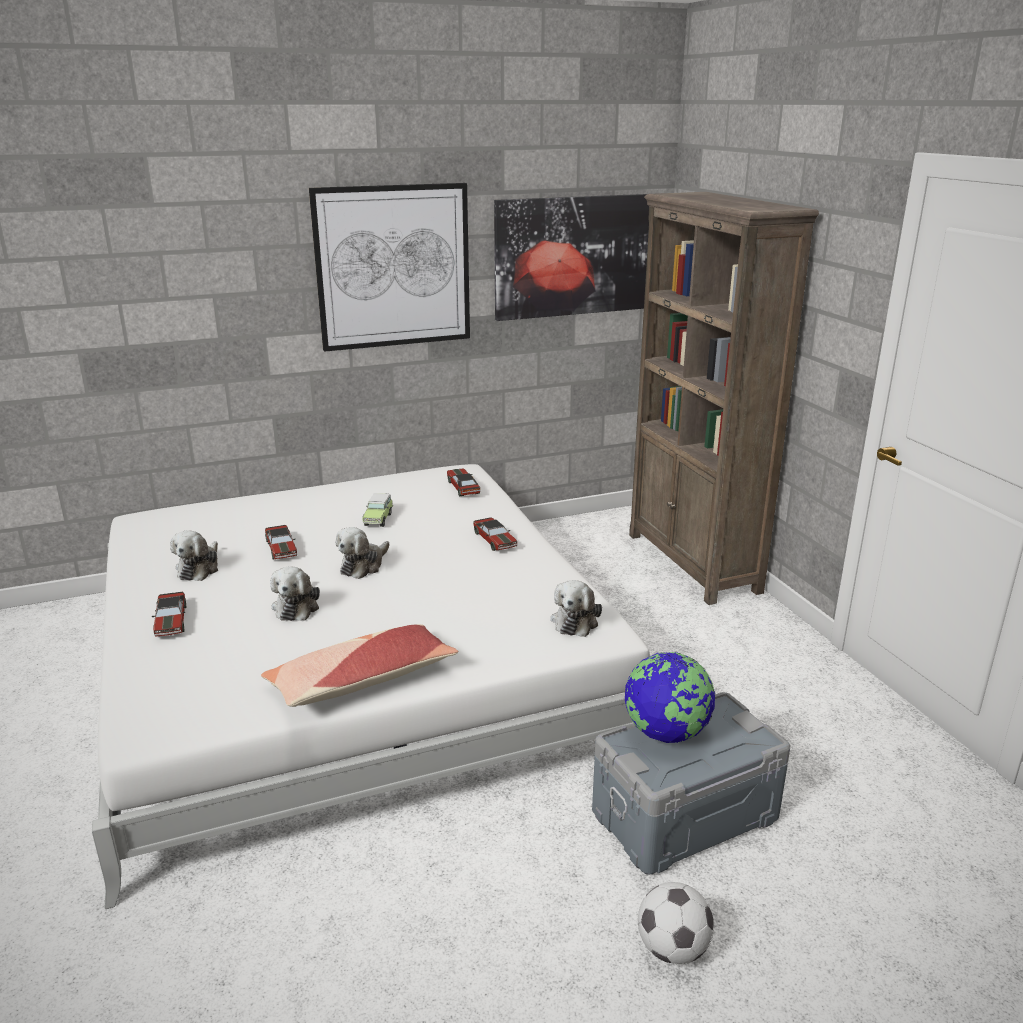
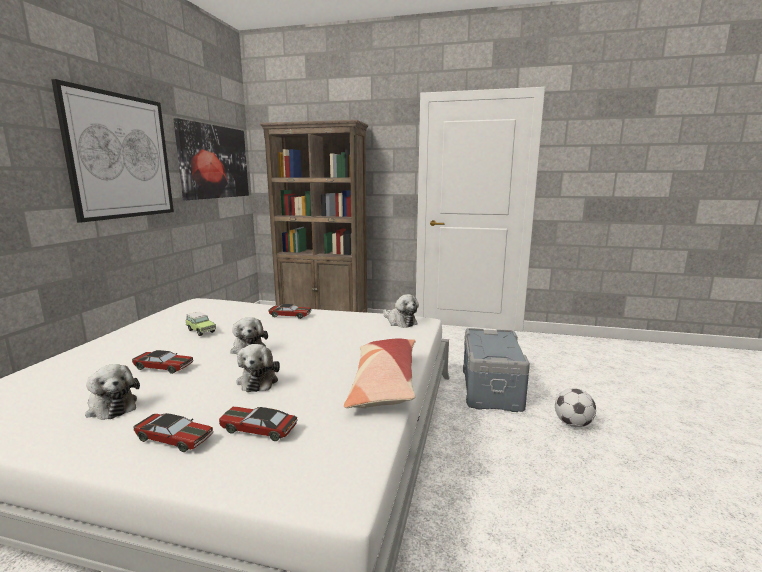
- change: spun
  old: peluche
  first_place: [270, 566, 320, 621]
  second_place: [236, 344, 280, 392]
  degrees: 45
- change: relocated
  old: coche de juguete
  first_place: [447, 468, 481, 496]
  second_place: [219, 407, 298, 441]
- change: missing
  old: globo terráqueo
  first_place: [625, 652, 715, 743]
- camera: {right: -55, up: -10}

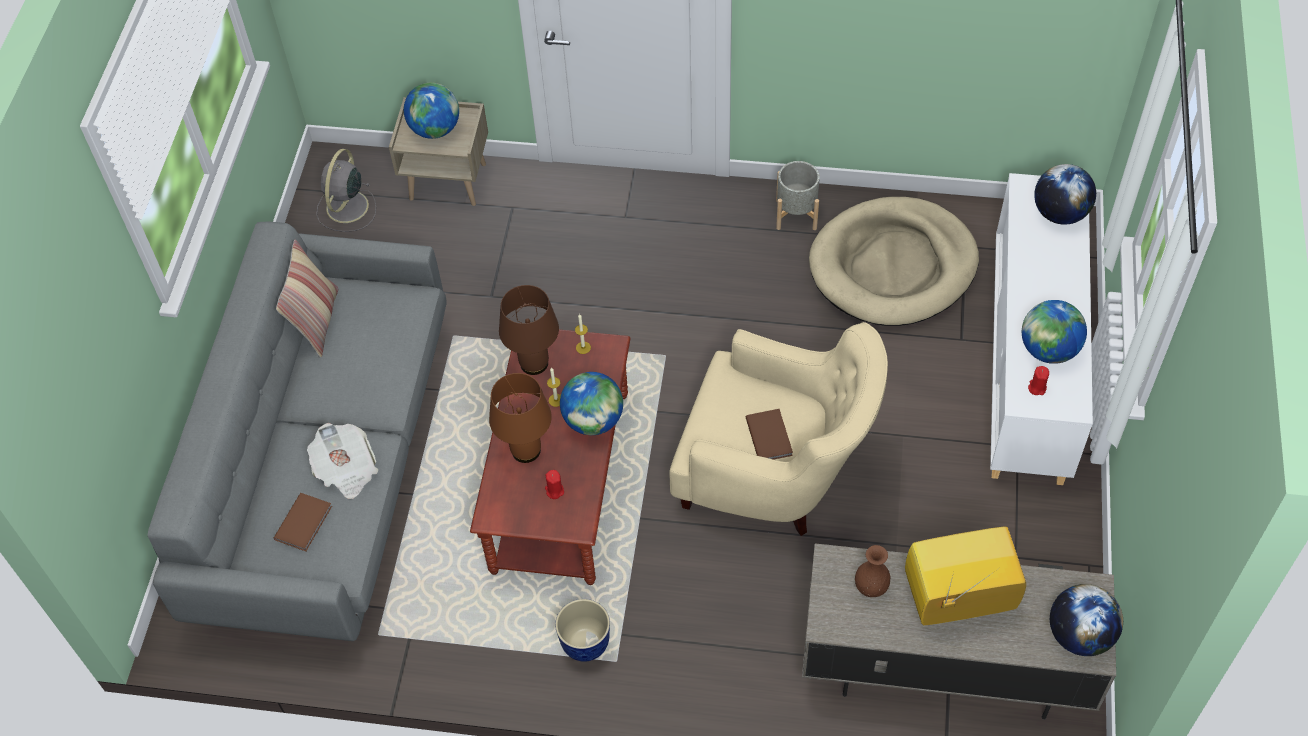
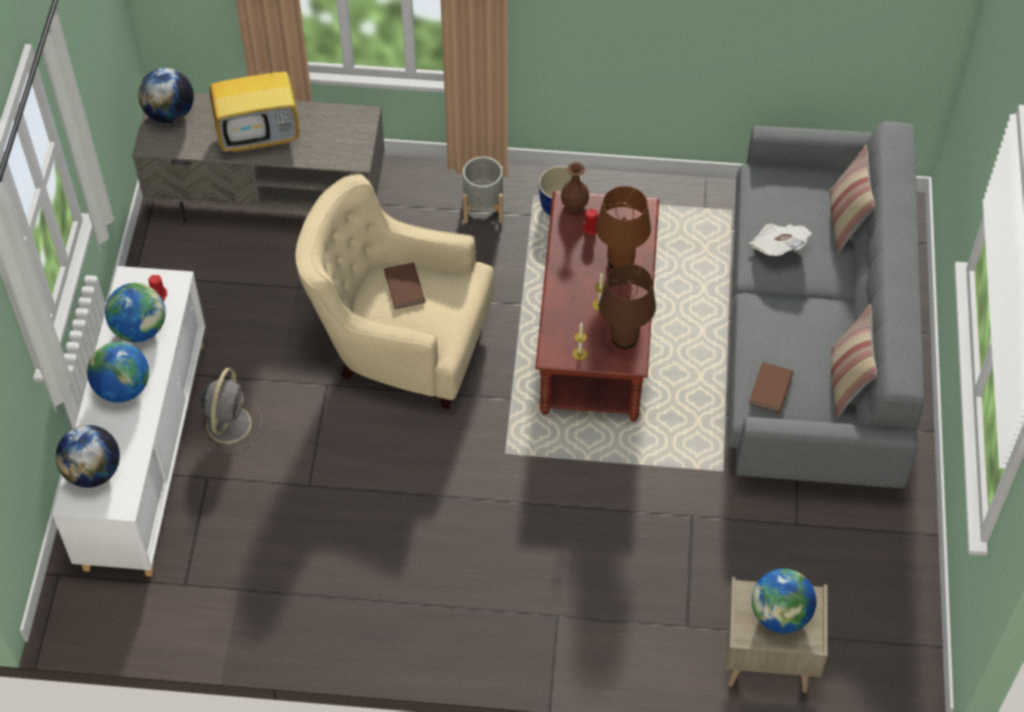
- change: relocated
  old: libro [marrón]
  first_place: [274, 493, 332, 551]
  second_place: [749, 362, 793, 413]
- change: relocated
  old: ventilador [gris]
  first_place: [316, 149, 376, 232]
  second_place: [198, 368, 261, 452]
- change: relocated
  old: globo terráqueo
  first_place: [560, 372, 623, 435]
  second_place: [87, 342, 149, 402]
- change: relocated
  old: maceta [gris]
  first_place: [776, 161, 820, 230]
  second_place: [463, 157, 503, 223]
- change: missing
  old: cama para perro [beis]
  first_place: [809, 197, 979, 326]
- change: relocated
  old: florero [marrón]
  first_place: [855, 545, 890, 597]
  second_place: [561, 162, 589, 211]
- change: appeared
  new: cojín
  second_place: [829, 145, 875, 254]
- camera: {right: 175, up: 0}

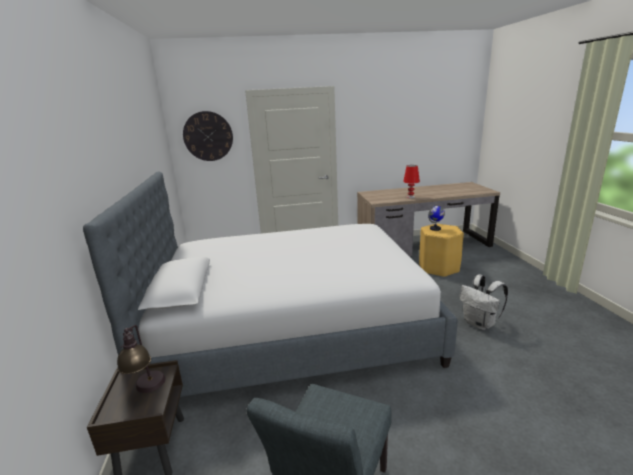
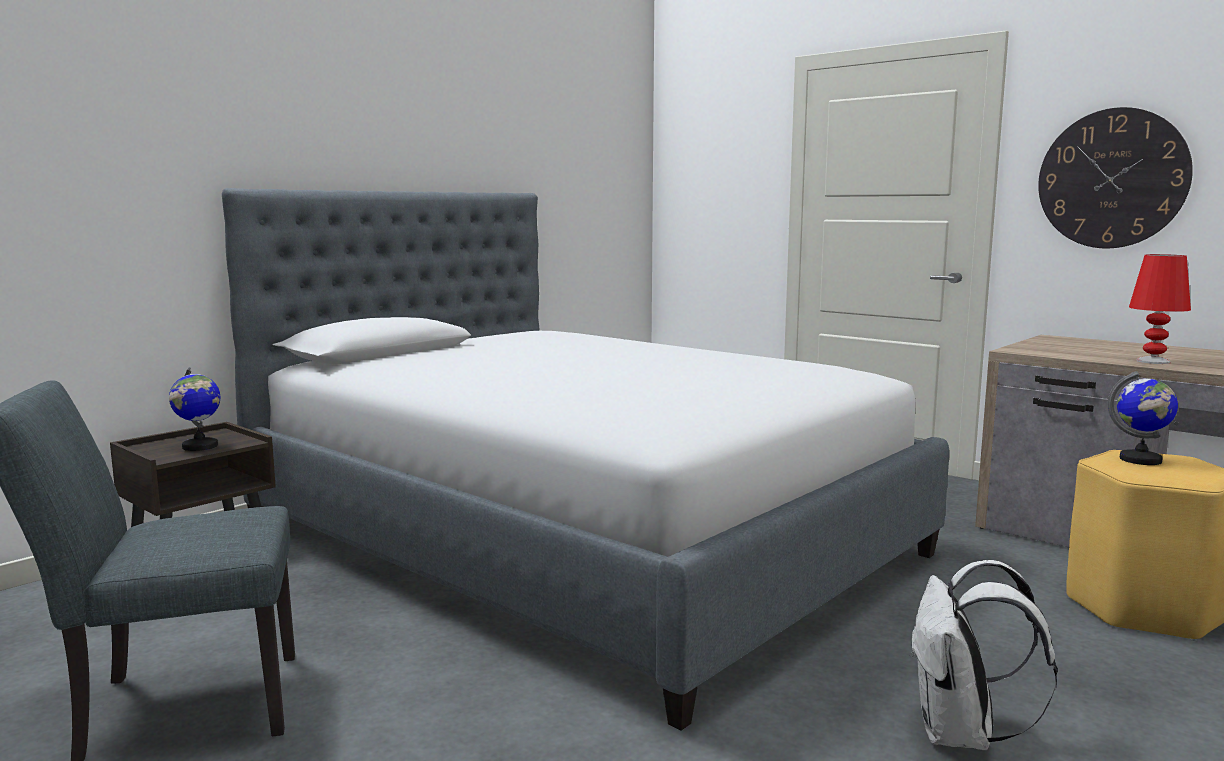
- change: exchanged
  old: lámpara de mesa
  new: globo terráqueo
  first_place: [117, 325, 166, 393]
  second_place: [169, 367, 220, 451]
- change: relocated
  old: reloj de pared
  first_place: [183, 111, 233, 161]
  second_place: [1038, 107, 1193, 248]
- camera: {right: 50, up: -10}

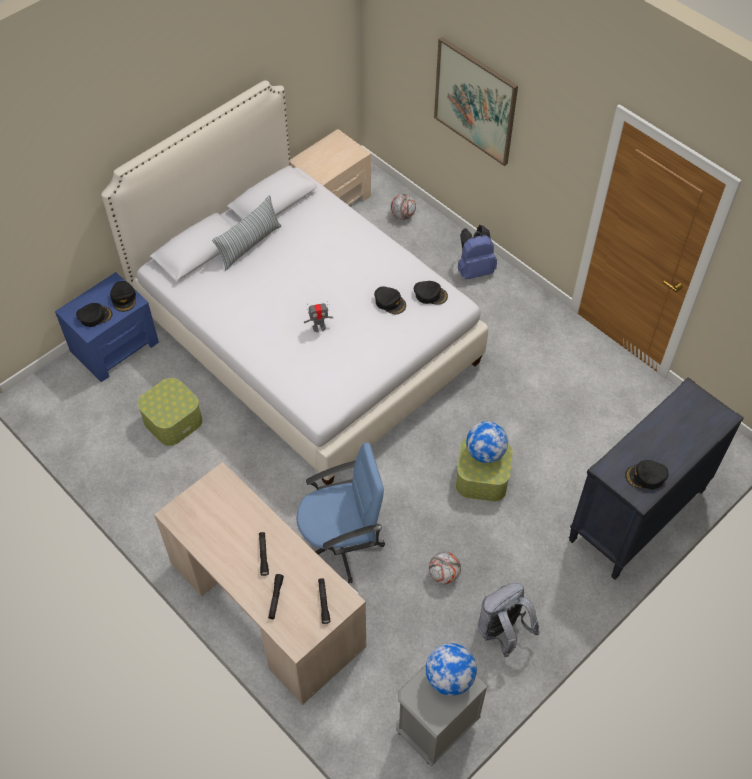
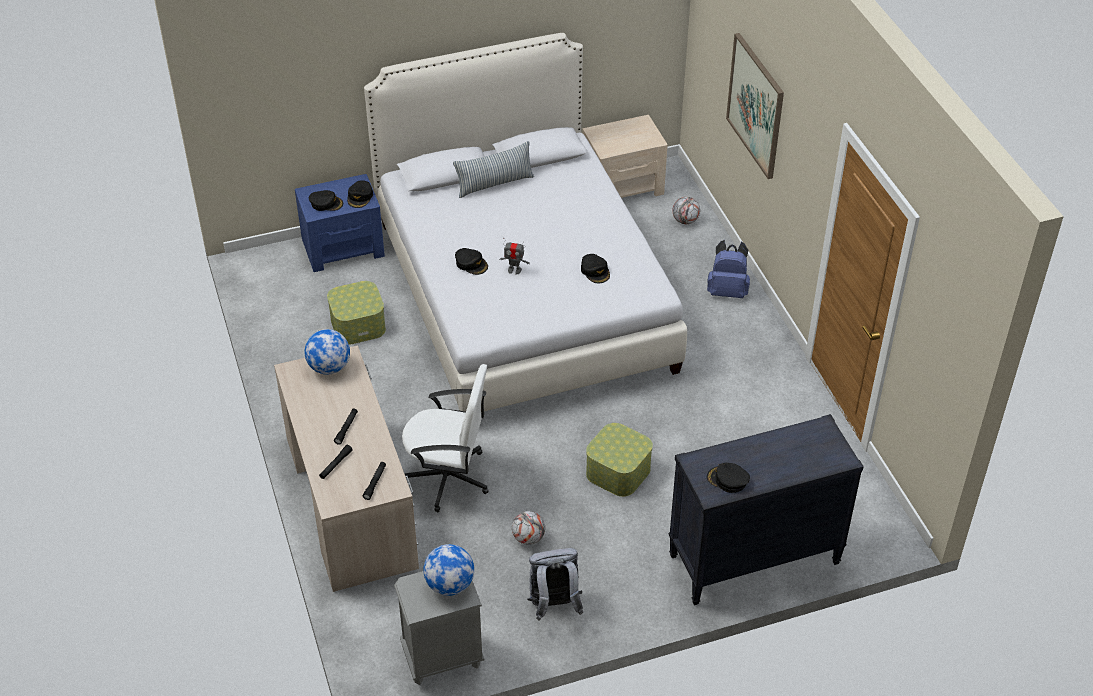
- change: colour
  old: silla de oficina [azul]
  new: silla de oficina [blanco]
  first_place: [296, 442, 385, 583]
  second_place: [402, 364, 489, 512]
- change: relocated
  old: gorra [negro]
  first_place: [414, 281, 448, 305]
  second_place: [455, 248, 488, 275]
- change: relocated
  old: globo terráqueo
  first_place: [466, 421, 508, 463]
  second_place: [304, 329, 350, 375]
- camera: {right: 25, up: -10}

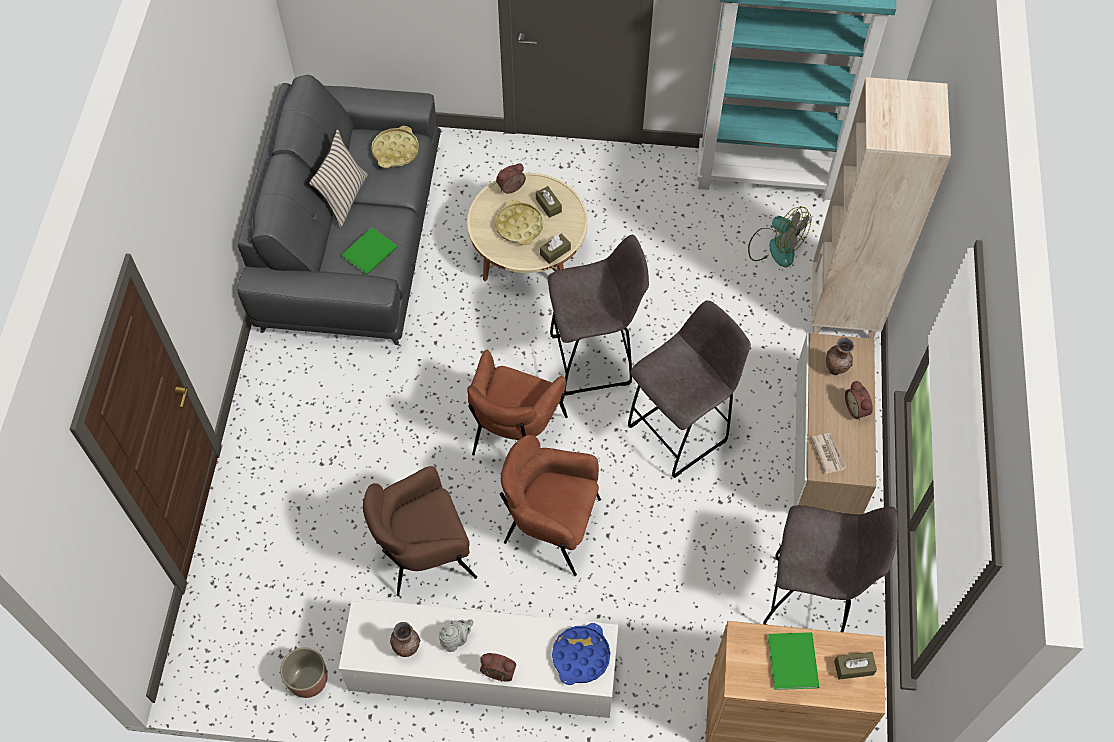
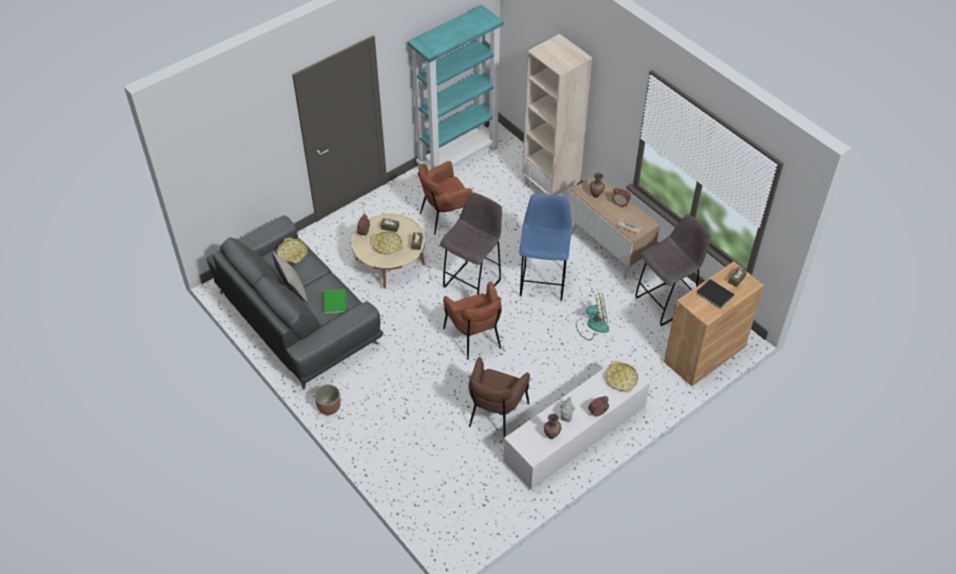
- change: relocated
  old: maceta
  first_place: [280, 647, 327, 698]
  second_place: [314, 384, 341, 415]
- change: relocated
  old: sillón [marrón]
  first_place: [500, 435, 601, 576]
  second_place: [418, 161, 473, 235]
- change: colour
  old: bandeja [azul]
  new: bandeja [amarillo]
  first_place: [552, 623, 611, 685]
  second_place: [605, 361, 638, 392]
- change: colour
  old: taburete [gris]
  new: taburete [azul]
  first_place: [628, 300, 751, 478]
  second_place: [519, 194, 572, 301]
- change: relocated
  old: ventilador
  first_place: [748, 207, 811, 267]
  second_place: [576, 293, 609, 341]
- change: colour
  old: libro [verde]
  new: libro [negro]
  first_place: [768, 632, 819, 690]
  second_place: [696, 279, 734, 309]
- camera: {right: -45, up: -10}

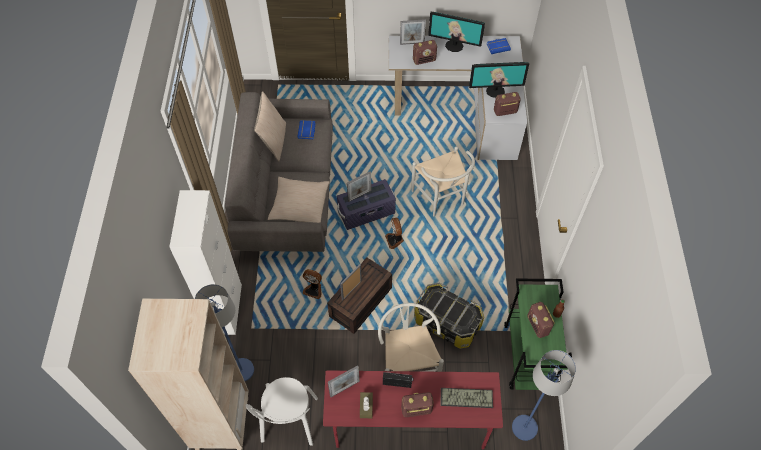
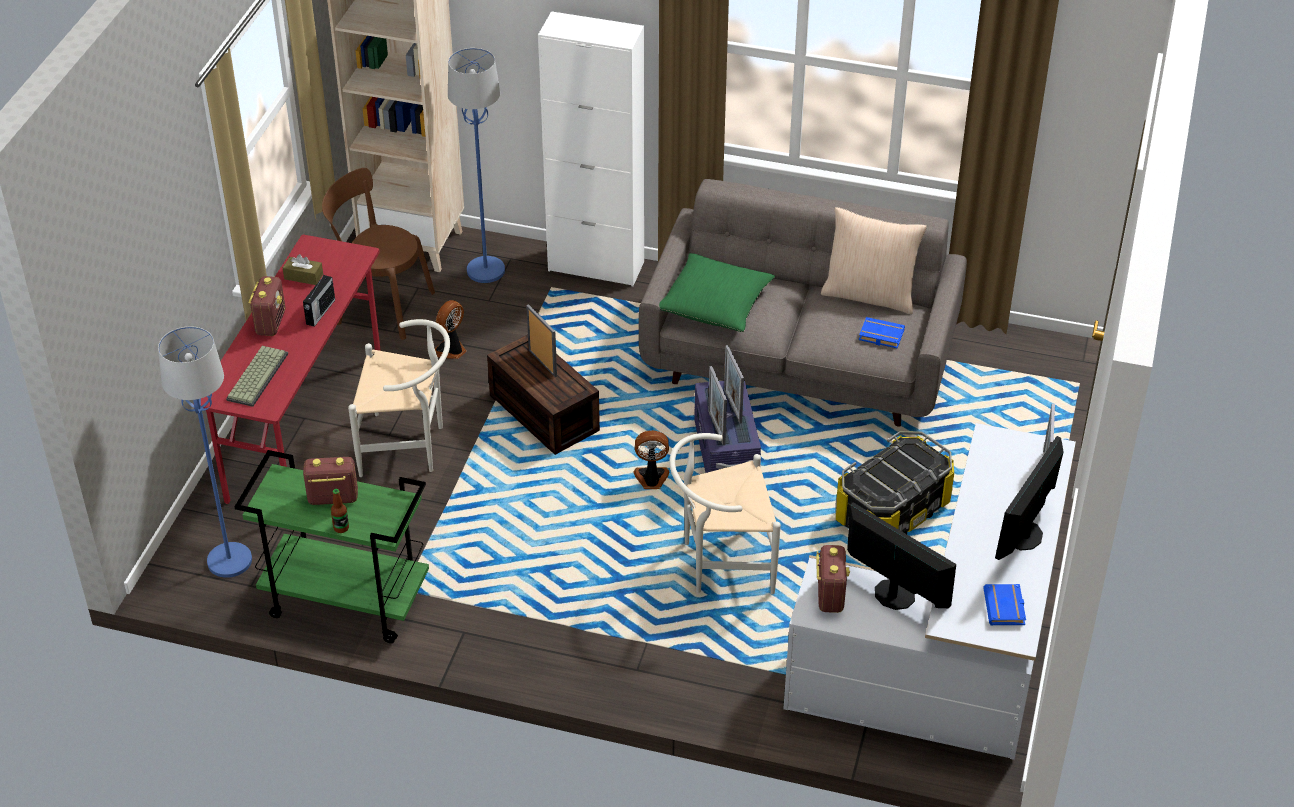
- change: colour
  old: silla [blanco]
  new: silla [marrón]
  first_place: [246, 377, 318, 446]
  second_place: [322, 168, 435, 340]
- change: colour
  old: cojín [beis]
  new: cojín [verde]
  first_place: [268, 177, 330, 223]
  second_place: [659, 253, 775, 332]
- change: relocated
  old: ventilador
  first_place: [303, 269, 322, 299]
  second_place: [435, 300, 467, 359]
- change: relocated
  old: portarretratos
  first_place: [328, 365, 360, 397]
  second_place: [708, 366, 727, 445]
- change: missing
  old: radio
  first_place: [413, 40, 437, 65]
- change: relocated
  old: caja de almacenaje
  first_place: [414, 283, 484, 349]
  second_place: [836, 431, 954, 534]
- change: spun
  old: monitor
  first_place: [469, 62, 529, 98]
  second_place: [847, 502, 956, 610]
  degrees: 120
- camera: {right: 105, up: -15}

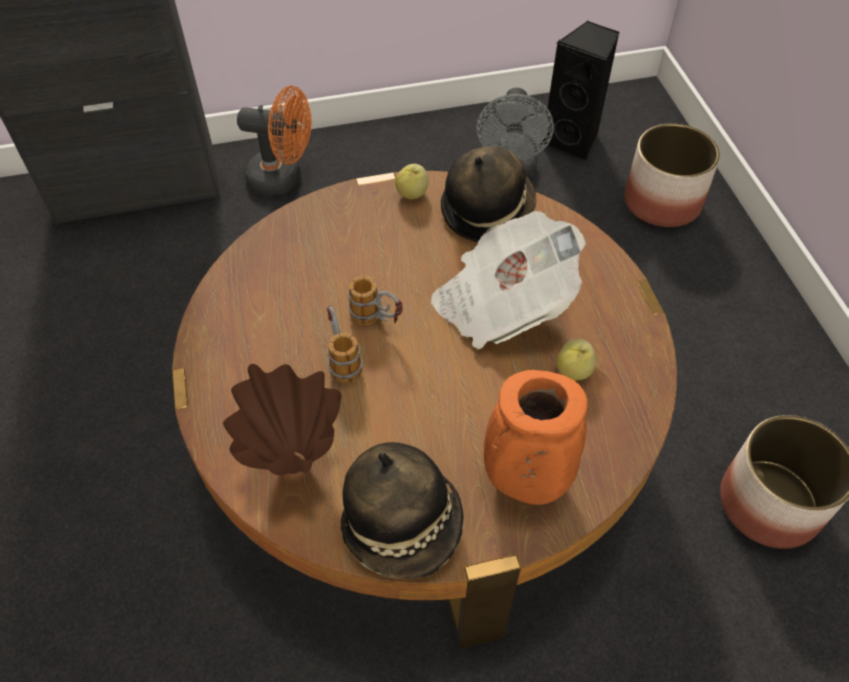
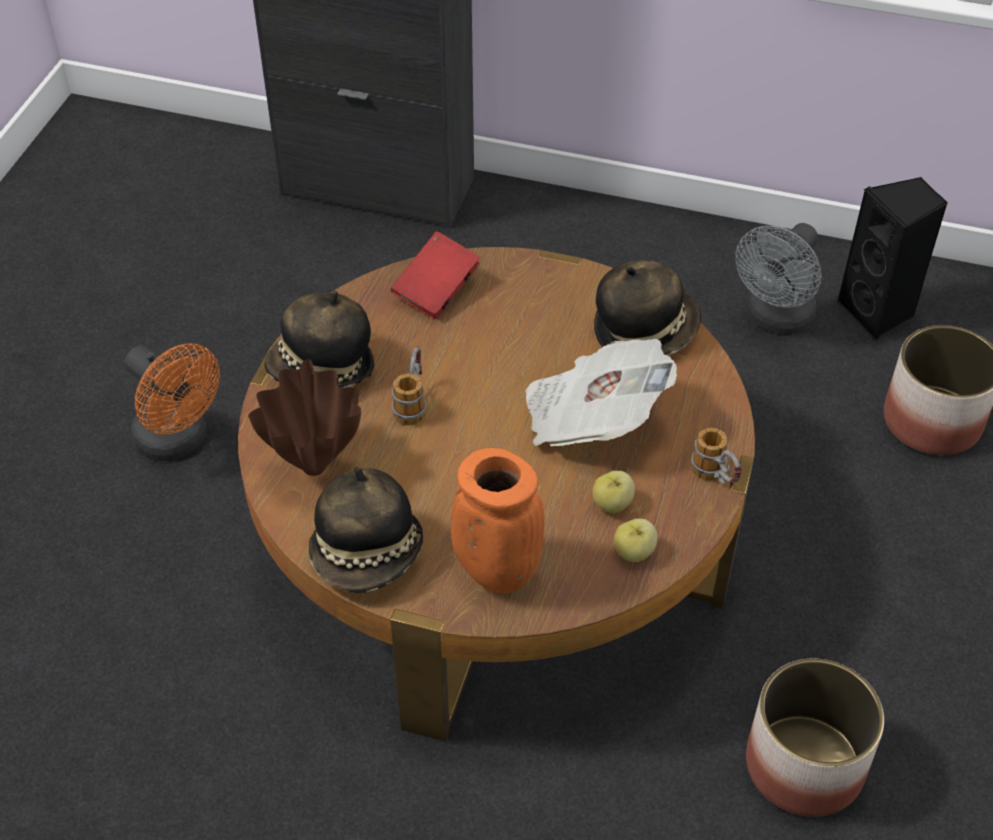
- change: relocated
  old: ventilador [naranja]
  first_place: [237, 86, 311, 195]
  second_place: [125, 343, 220, 461]
- change: relocated
  old: taza grande
  first_place: [348, 276, 403, 325]
  second_place: [691, 428, 742, 489]
- change: relocated
  old: manzana
  first_place: [395, 164, 429, 199]
  second_place: [614, 519, 658, 562]
- change: appeared
  new: sombrero
  second_place: [264, 291, 374, 388]
- change: appeared
  new: libro [rojo]
  second_place: [391, 231, 480, 319]
- camera: {right: 30, up: -5}

